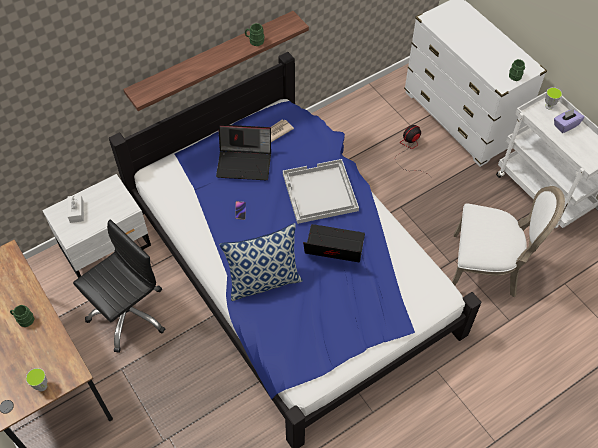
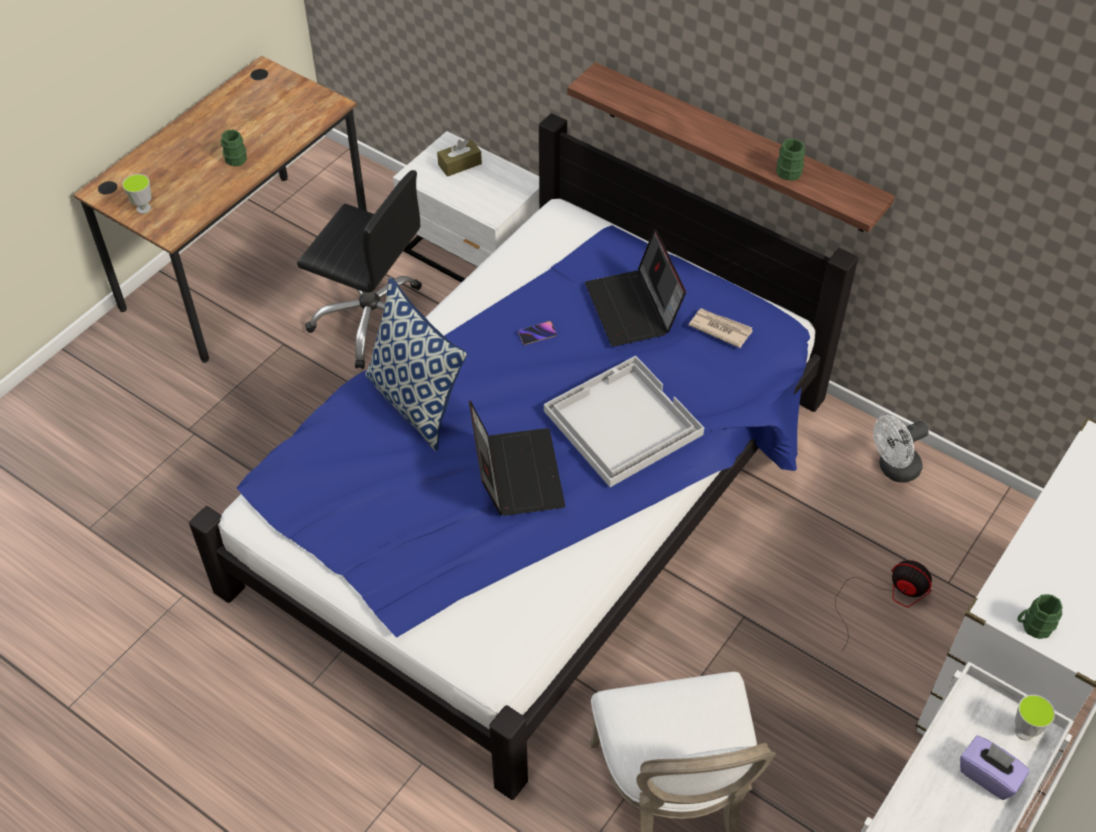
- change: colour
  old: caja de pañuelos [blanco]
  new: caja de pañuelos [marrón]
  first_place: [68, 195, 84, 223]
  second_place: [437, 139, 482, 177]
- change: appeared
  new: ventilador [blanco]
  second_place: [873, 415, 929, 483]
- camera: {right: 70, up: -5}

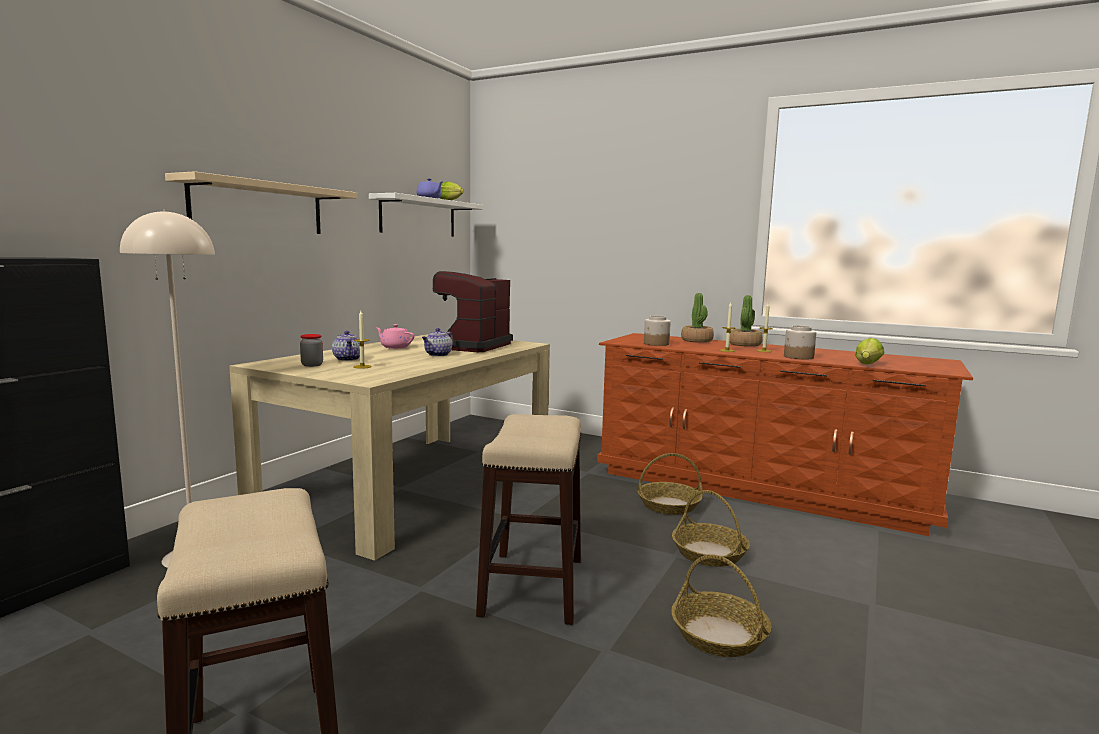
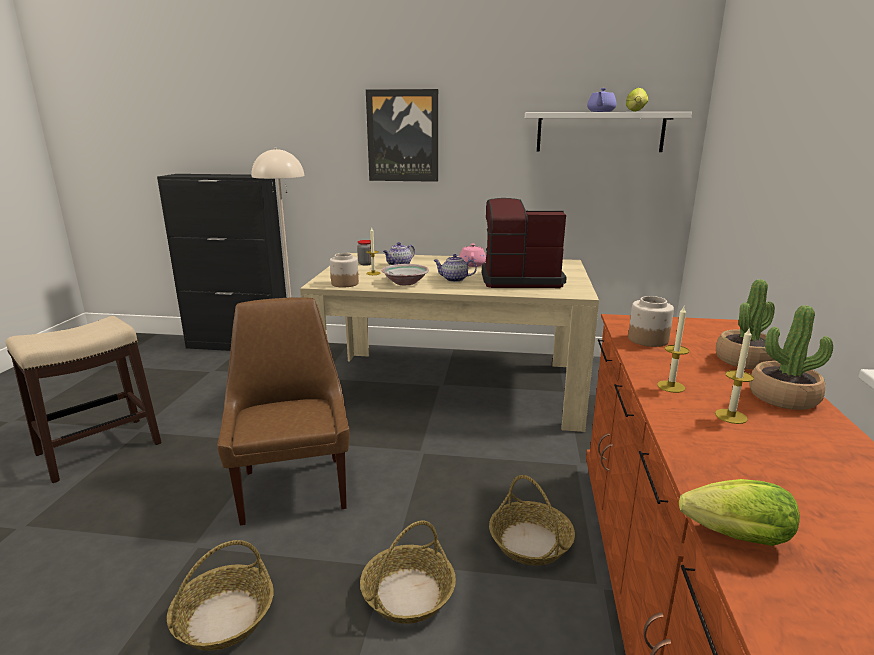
- change: exchanged
  old: estante [beis]
  new: cuadro
  first_place: [165, 171, 357, 234]
  second_place: [366, 89, 438, 182]
- change: exchanged
  old: taburete
  new: silla [marrón]
  first_place: [476, 414, 581, 625]
  second_place: [217, 297, 349, 526]
- change: relocated
  old: tarro
  first_place: [784, 325, 816, 359]
  second_place: [330, 253, 359, 287]
- change: appeared
  new: cuenco
  second_place: [382, 264, 429, 285]
- camera: {right: 70, up: 10}

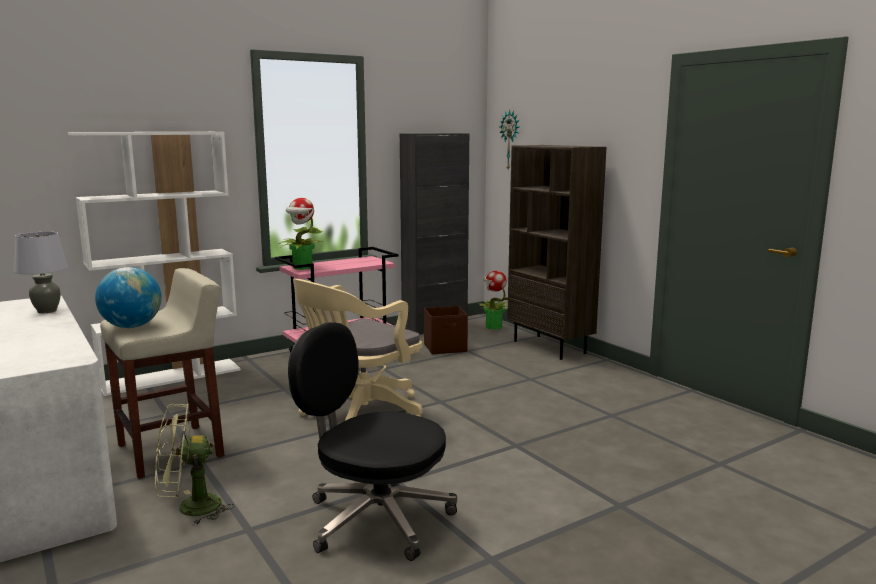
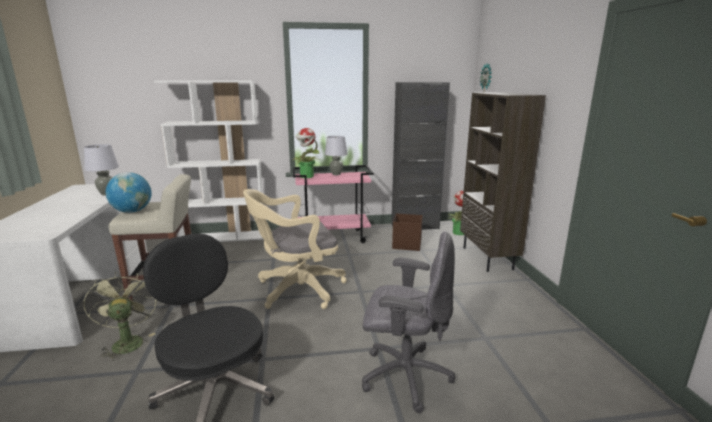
- change: spun
  old: ventilador [verde]
  first_place: [155, 403, 234, 526]
  second_place: [83, 271, 156, 361]
  degrees: 60
- change: appeared
  new: lámpara de mesa [gris]
  second_place: [325, 136, 347, 175]
- change: appeared
  new: silla de oficina [gris]
  second_place: [362, 231, 455, 413]
- camera: {right: 25, up: 5}

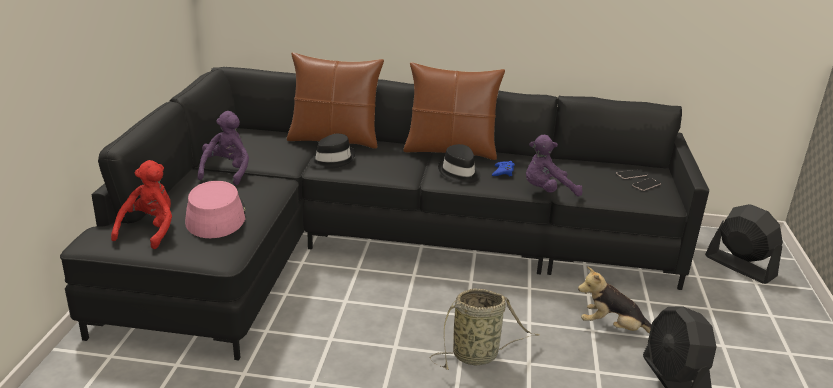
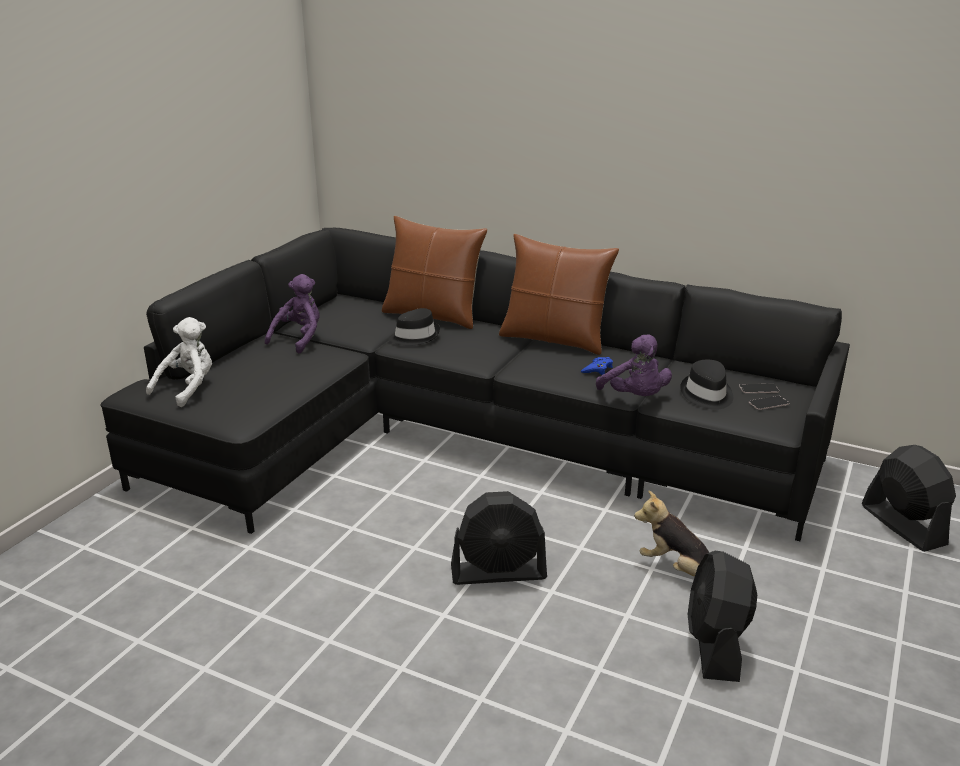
- change: colour
  old: peluche [rojo]
  new: peluche [blanco]
  first_place: [111, 160, 172, 249]
  second_place: [146, 317, 212, 407]
- change: missing
  old: sombrero [rosa]
  first_place: [185, 181, 246, 238]
- change: exchanged
  old: cesta
  new: ventilador [negro]
  first_place: [430, 288, 540, 370]
  second_place: [451, 491, 547, 585]
- change: relocated
  old: sombrero [negro]
  first_place: [438, 144, 481, 183]
  second_place: [680, 360, 733, 410]
- change: spun
  old: peluche [morado]
  first_place: [526, 135, 582, 197]
  second_place: [596, 334, 672, 396]
  degrees: -120
- camera: {right: 20, up: 0}

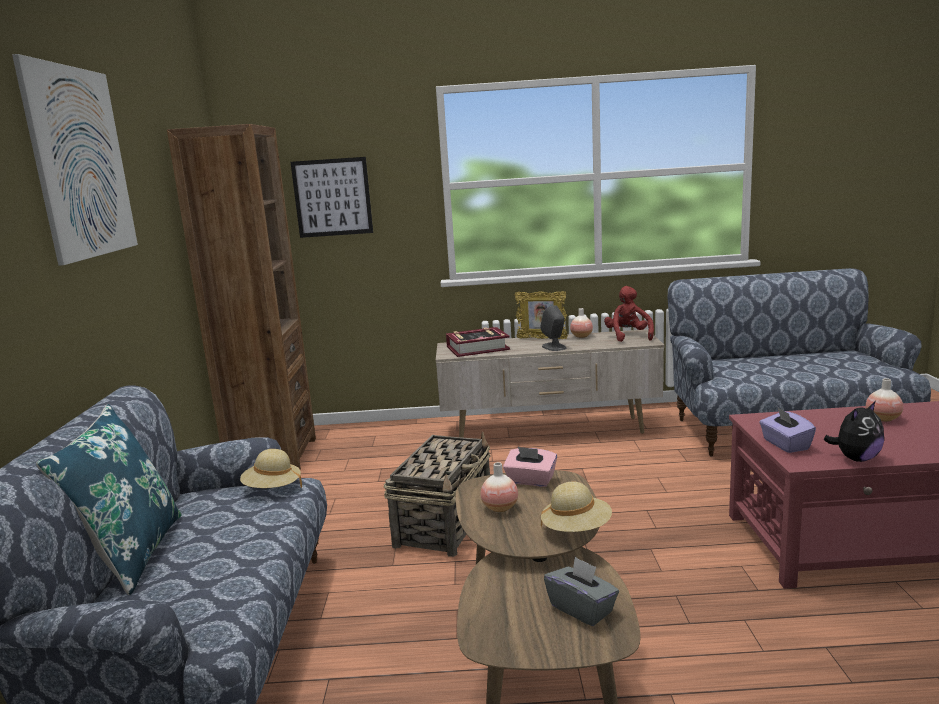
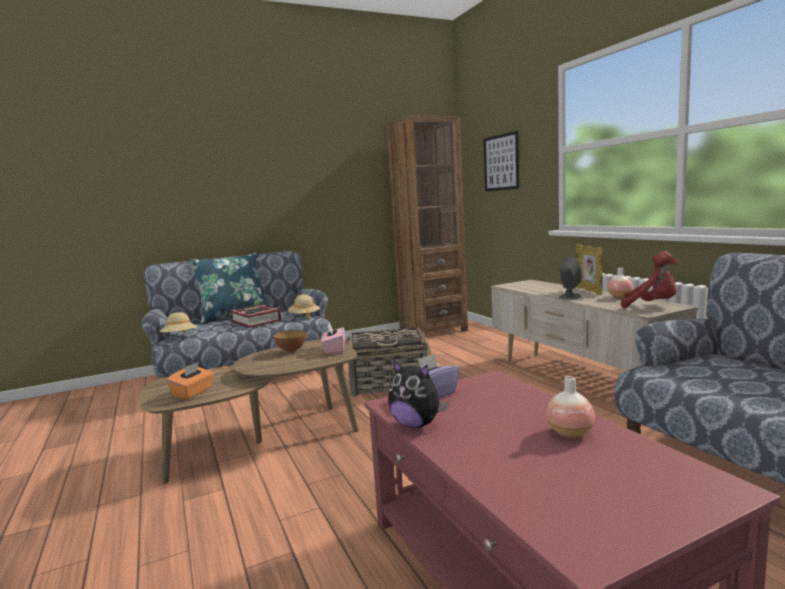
- change: missing
  old: cuadro
  first_place: [12, 54, 138, 266]
- change: relocated
  old: libro
  first_place: [446, 327, 510, 357]
  second_place: [229, 305, 282, 328]
- change: exchanged
  old: florero
  new: cuenco
  first_place: [481, 462, 518, 512]
  second_place: [274, 330, 306, 353]
- change: relocated
  old: sombrero [beis]
  first_place: [541, 482, 612, 532]
  second_place: [159, 312, 198, 333]
- change: colour
  old: caja de pañuelos [gris]
  new: caja de pañuelos [naranja]
  first_place: [544, 557, 619, 626]
  second_place: [166, 362, 214, 399]
- change: spun
  old: peluche [rojo]
  first_place: [604, 286, 654, 342]
  second_place: [621, 251, 677, 308]
  degrees: 60
- camera: {right: 65, up: -5}

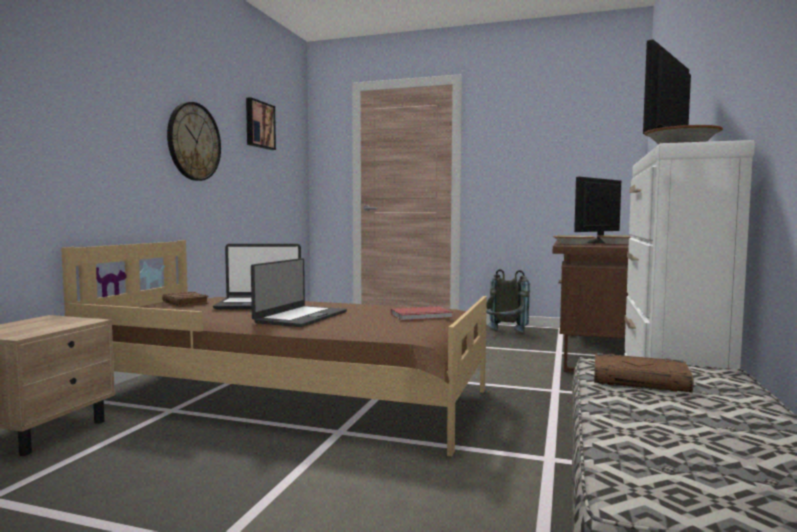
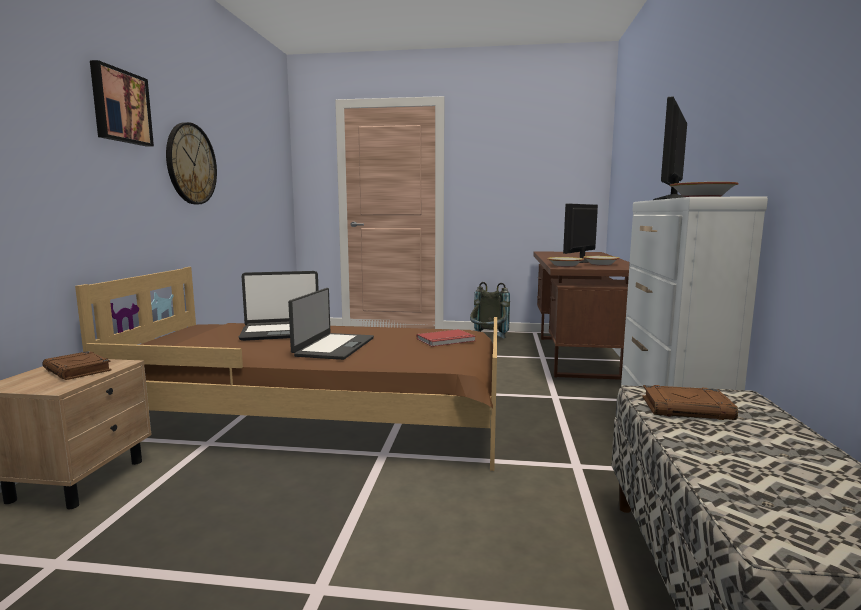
- change: relocated
  old: libro [marrón]
  first_place: [162, 292, 209, 307]
  second_place: [43, 351, 111, 380]
- change: relocated
  old: cuadro
  first_place: [246, 97, 276, 150]
  second_place: [90, 60, 154, 147]
- camera: {right: -10, up: 5}

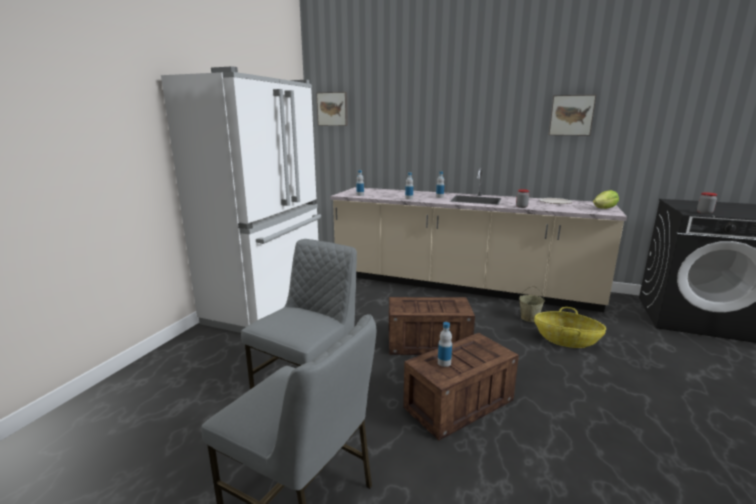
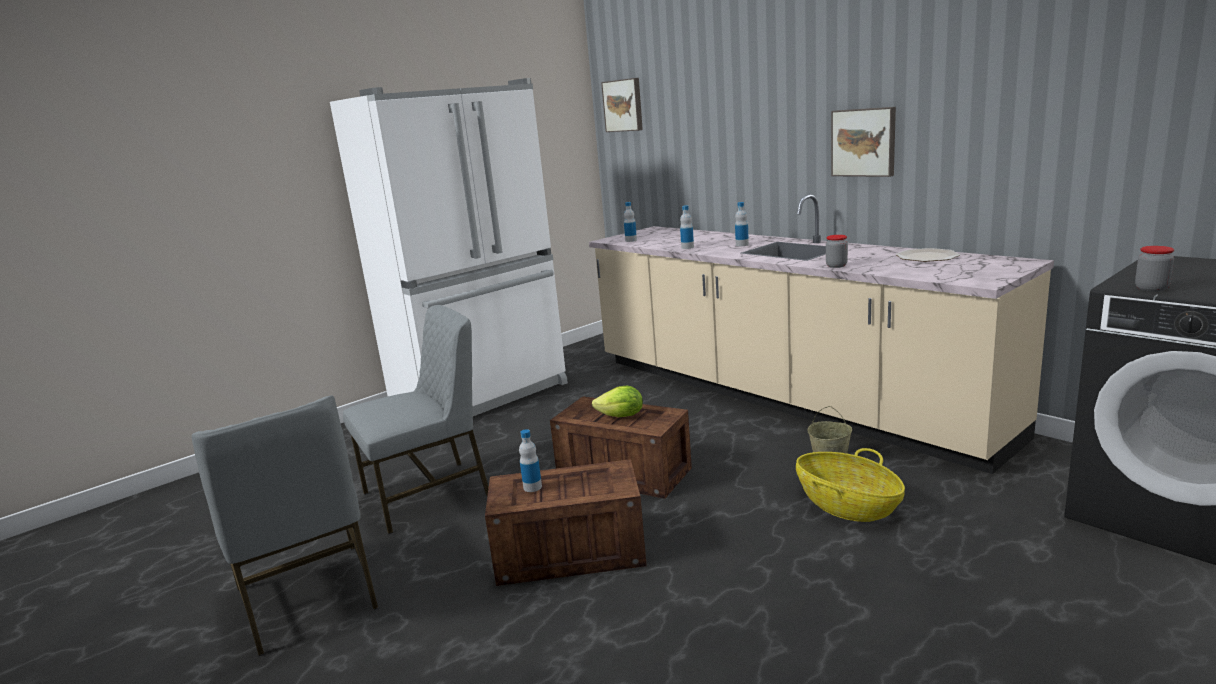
- change: relocated
  old: cuadro
  first_place: [549, 94, 597, 136]
  second_place: [831, 107, 896, 177]
- change: relocated
  old: lechuga
  first_place: [593, 190, 619, 209]
  second_place: [592, 385, 643, 417]
- camera: {right: 30, up: 0}

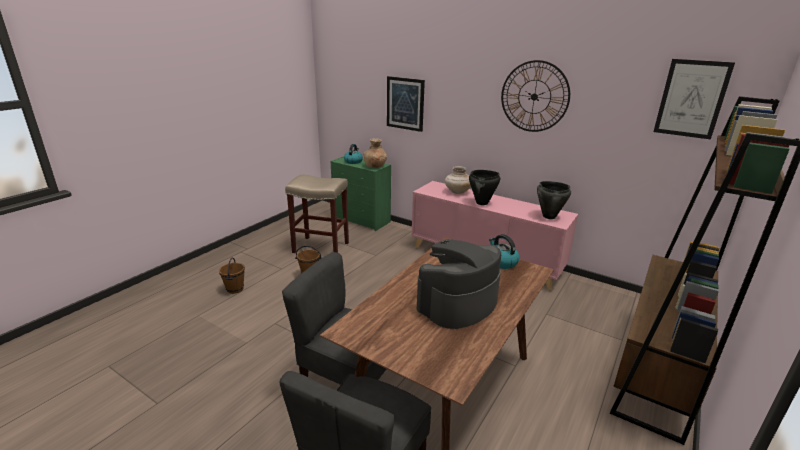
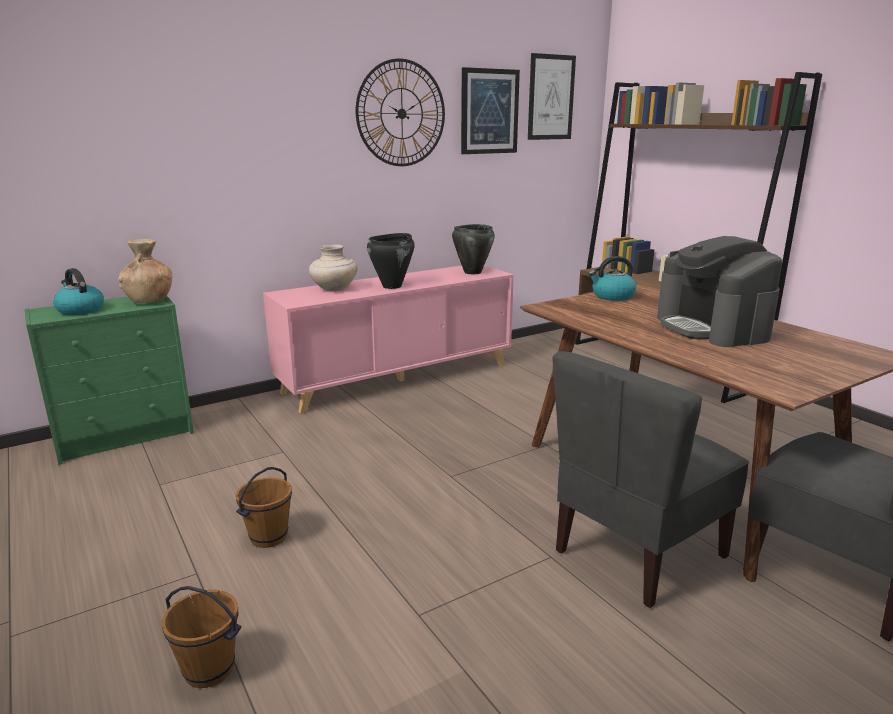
- change: missing
  old: taburete [beis]
  first_place: [285, 174, 349, 253]
- change: relocated
  old: cuadro
  first_place: [387, 76, 425, 132]
  second_place: [461, 67, 520, 154]
- camera: {right: -65, up: -5}

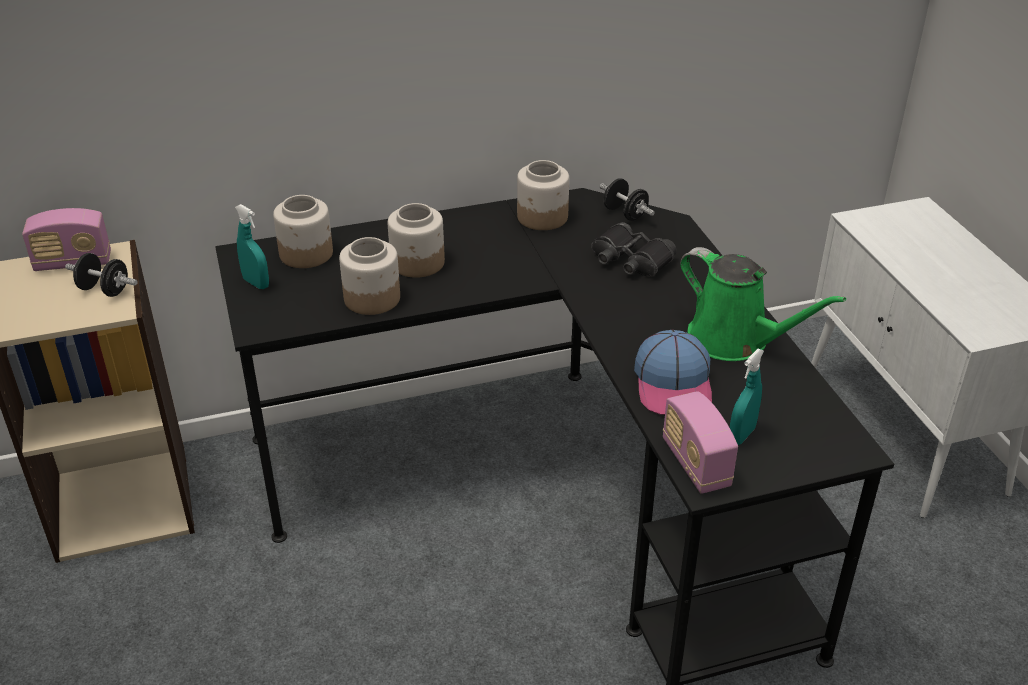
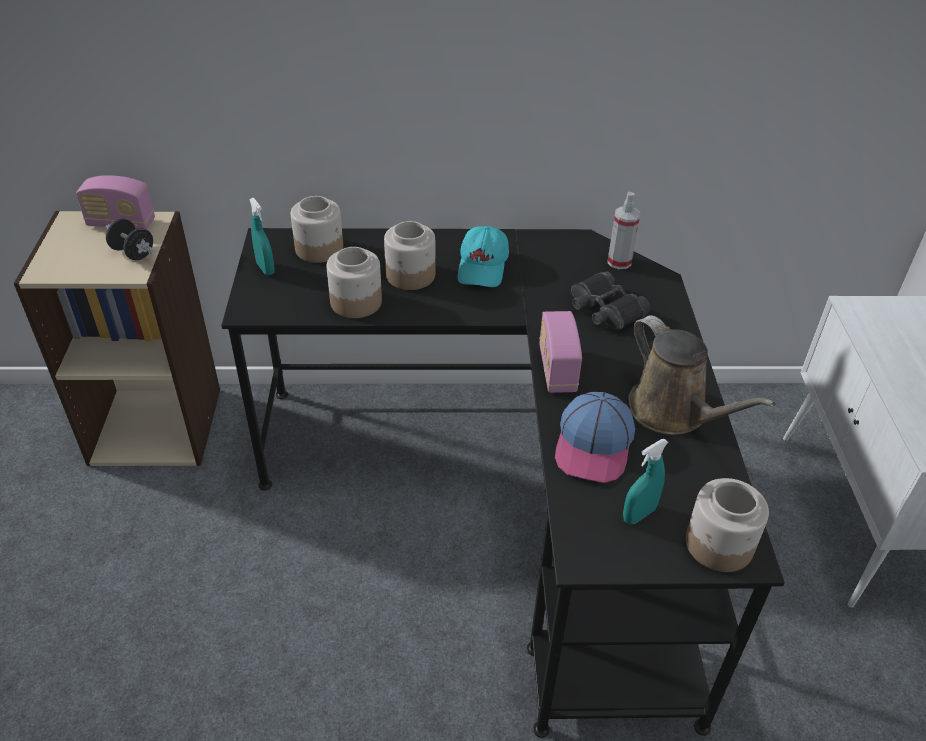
- change: relocated
  old: tarro
  first_place: [517, 160, 569, 230]
  second_place: [686, 478, 769, 572]
- change: exchanged
  old: mancuerna [negro]
  new: pulverizador
  first_place: [600, 178, 655, 221]
  second_place: [607, 192, 640, 269]
- change: relocated
  old: radio
  first_place: [663, 391, 738, 494]
  second_place: [539, 311, 582, 393]
- change: colour
  old: regadera [verde]
  new: regadera [marrón]
  first_place: [680, 247, 846, 361]
  second_place: [628, 315, 775, 435]
- change: appeared
  new: gorra [turquesa]
  second_place: [458, 226, 509, 287]
- camera: {right: 15, up: 5}

